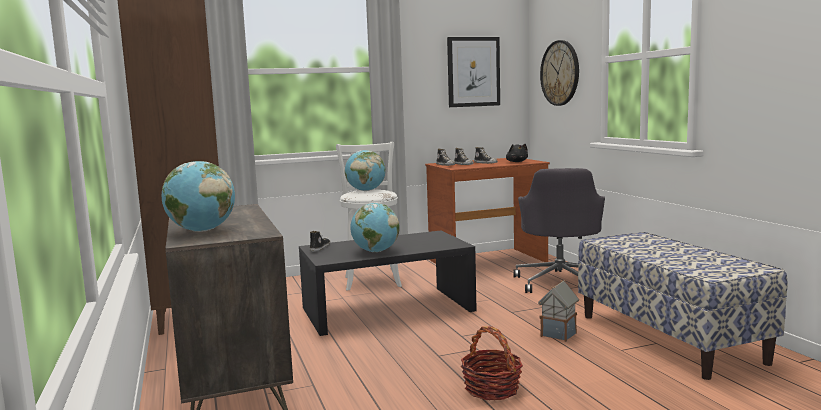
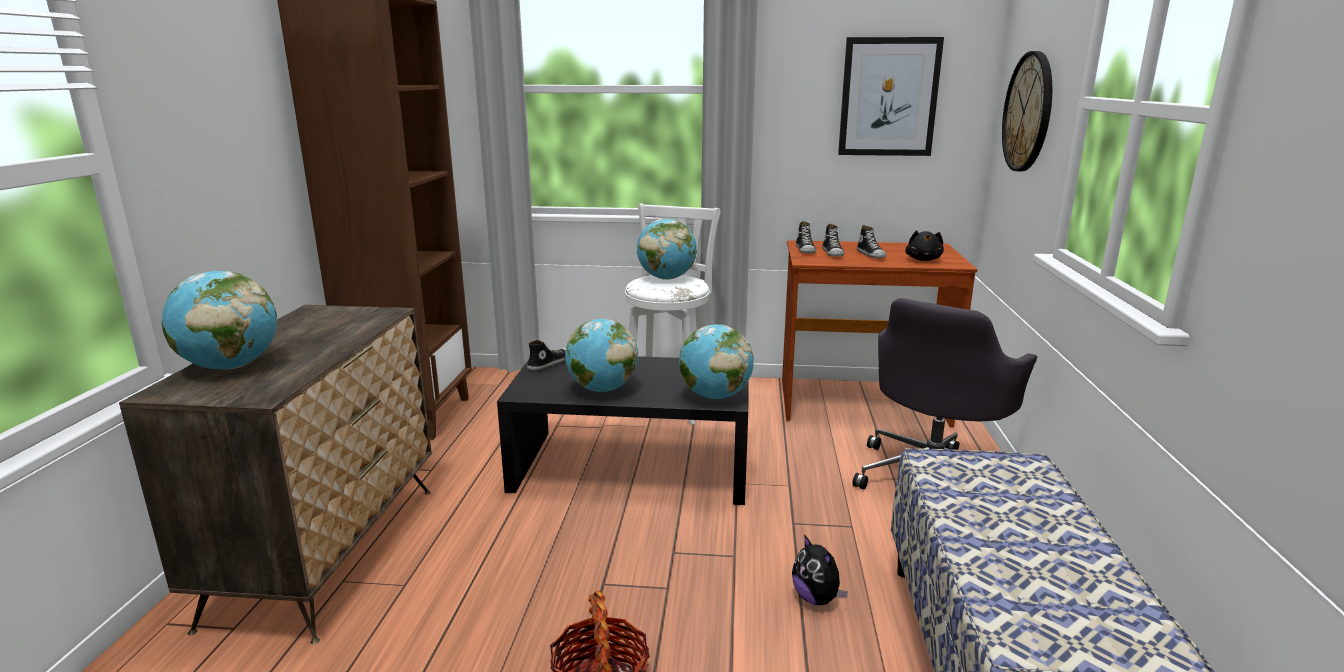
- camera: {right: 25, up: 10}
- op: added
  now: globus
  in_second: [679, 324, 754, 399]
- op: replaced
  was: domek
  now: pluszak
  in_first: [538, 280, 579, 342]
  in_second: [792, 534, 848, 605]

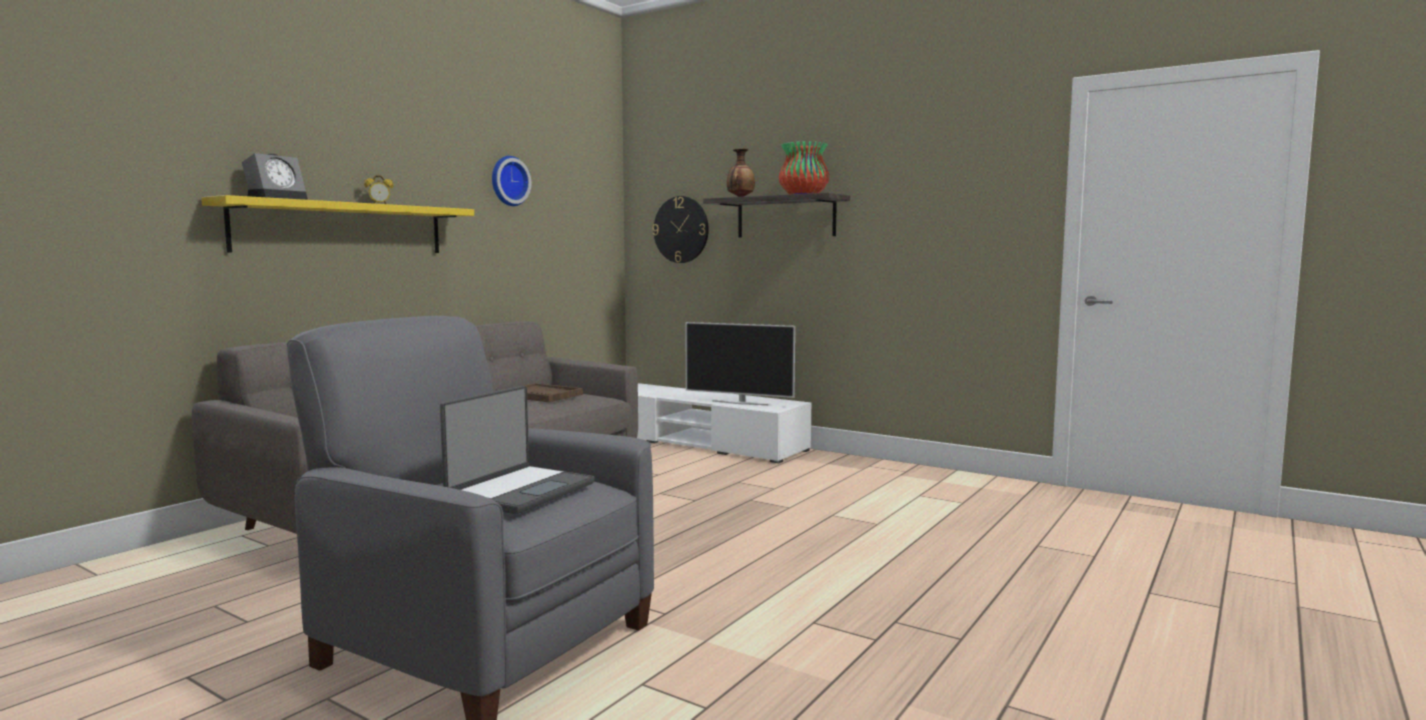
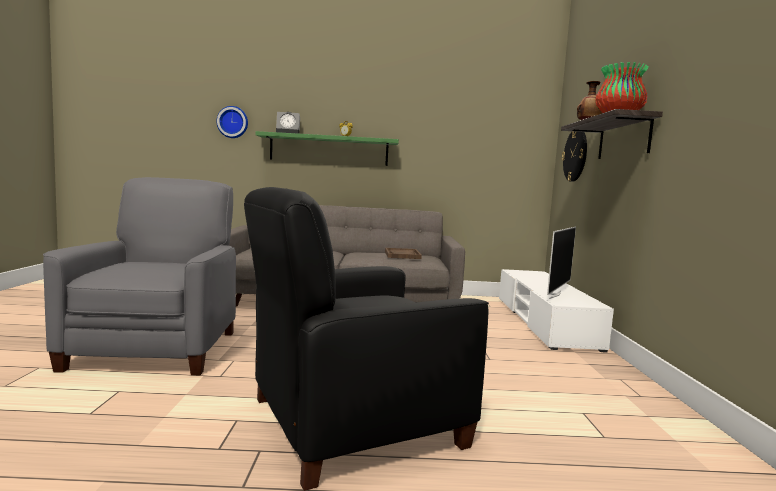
- camera: {right: 55, up: 0}
- op: removed
  was: laptop
  in_first: [440, 386, 595, 514]
- op: added
  now: fotel [czarny]
  in_second: [244, 187, 489, 491]
- op: moved
  was: zegar ścienny
  in_first: [492, 156, 531, 206]
  in_second: [216, 106, 248, 138]
- op: recoloured
  was: półka [żółty]
  now: półka [zielony]
  in_first: [201, 195, 474, 253]
  in_second: [255, 131, 399, 166]
- op: turned
  was: telewizor
  in_first: [685, 322, 795, 405]
  in_second: [547, 227, 576, 299]
  clockwise: -135

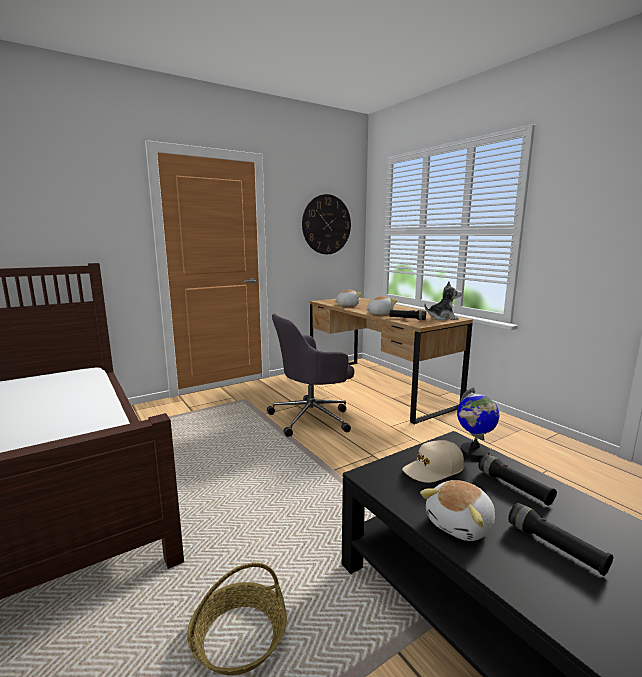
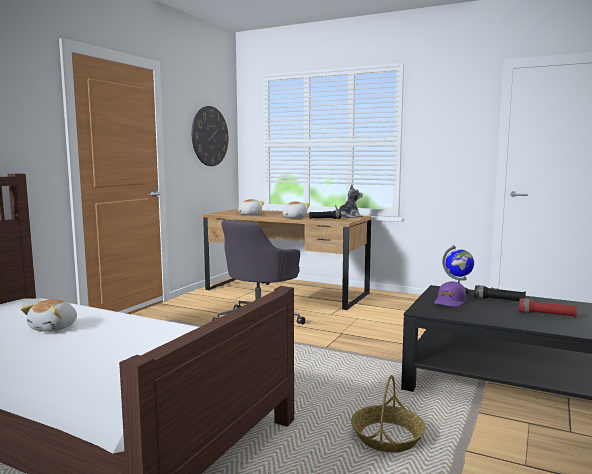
- camera: {right: -30, up: -5}
- op: moved
  was: pluszak
  in_first: [420, 480, 495, 541]
  in_second: [20, 299, 77, 332]
- op: recoloured
  was: czapka z daszkiem [beżowy]
  now: czapka z daszkiem [fioletowy]
  in_first: [402, 440, 464, 483]
  in_second: [434, 281, 466, 307]
- op: recoloured
  was: latarka [czarny]
  now: latarka [czerwony]
  in_first: [508, 503, 614, 576]
  in_second: [519, 298, 577, 317]

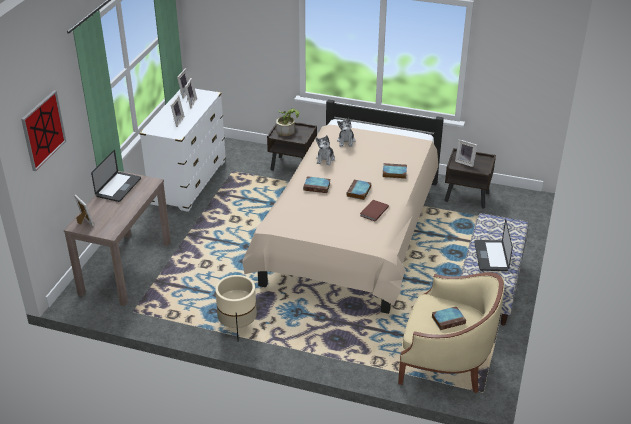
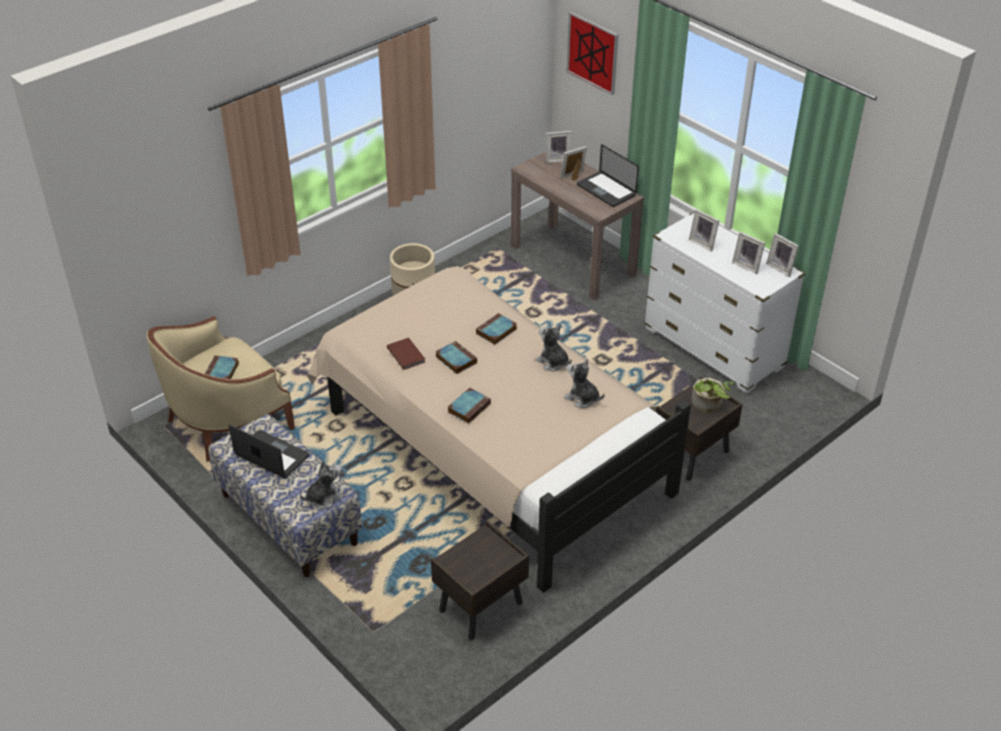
- camera: {right: 120, up: 5}
- op: added
  now: pluszak
  in_second: [300, 461, 344, 509]
- op: moved
  was: ramka na zdjęcie
  in_first: [455, 139, 477, 167]
  in_second: [560, 146, 587, 181]

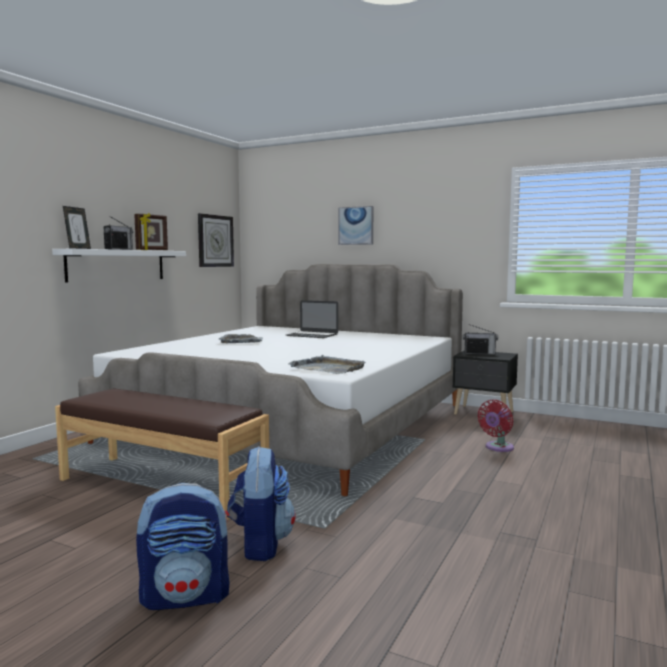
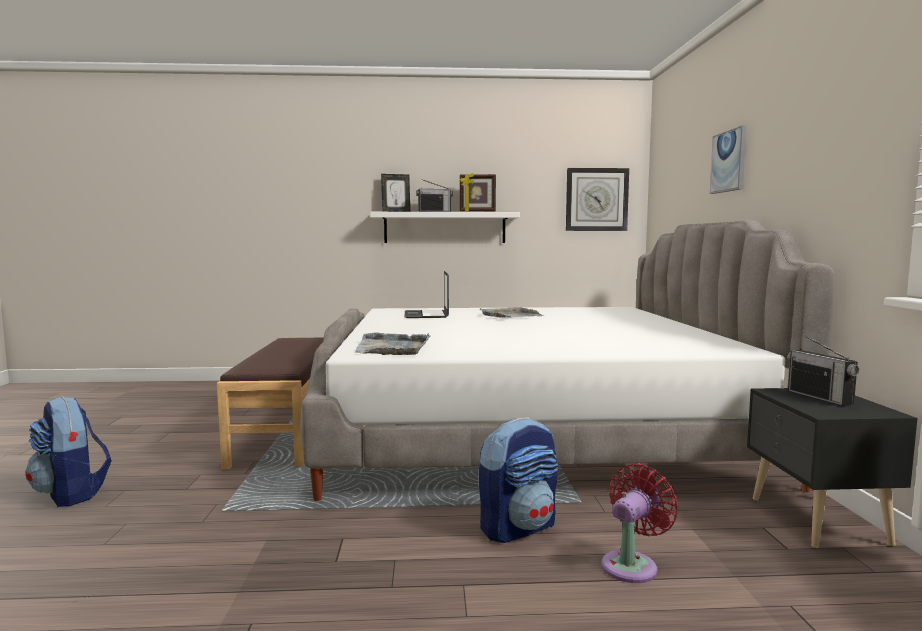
- camera: {right: 60, up: 0}
- op: moved
  was: plecak
  in_first: [227, 446, 296, 561]
  in_second: [479, 417, 558, 543]
- op: moved
  was: laptop
  in_first: [286, 300, 338, 338]
  in_second: [405, 271, 449, 318]
- op: turned
  was: wentylator [czerwony]
  in_first: [477, 400, 514, 452]
  in_second: [602, 464, 678, 583]
  clockwise: 120

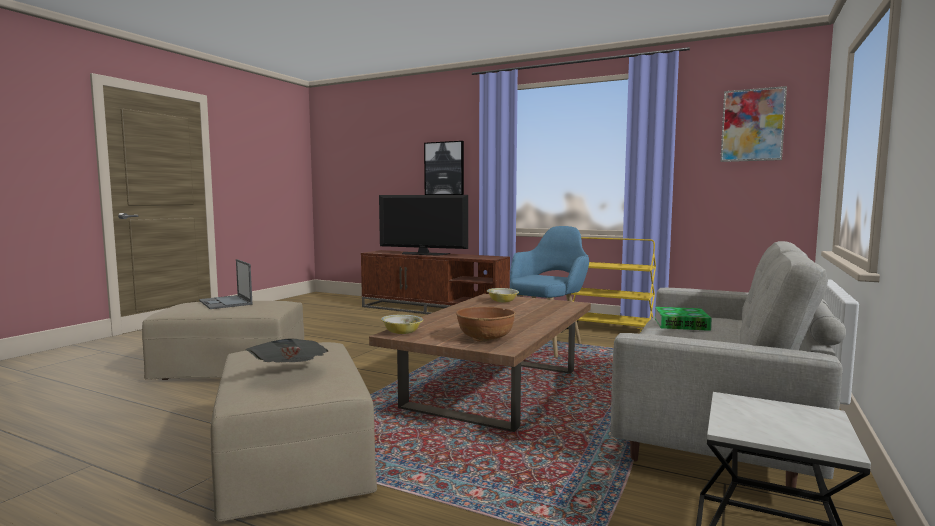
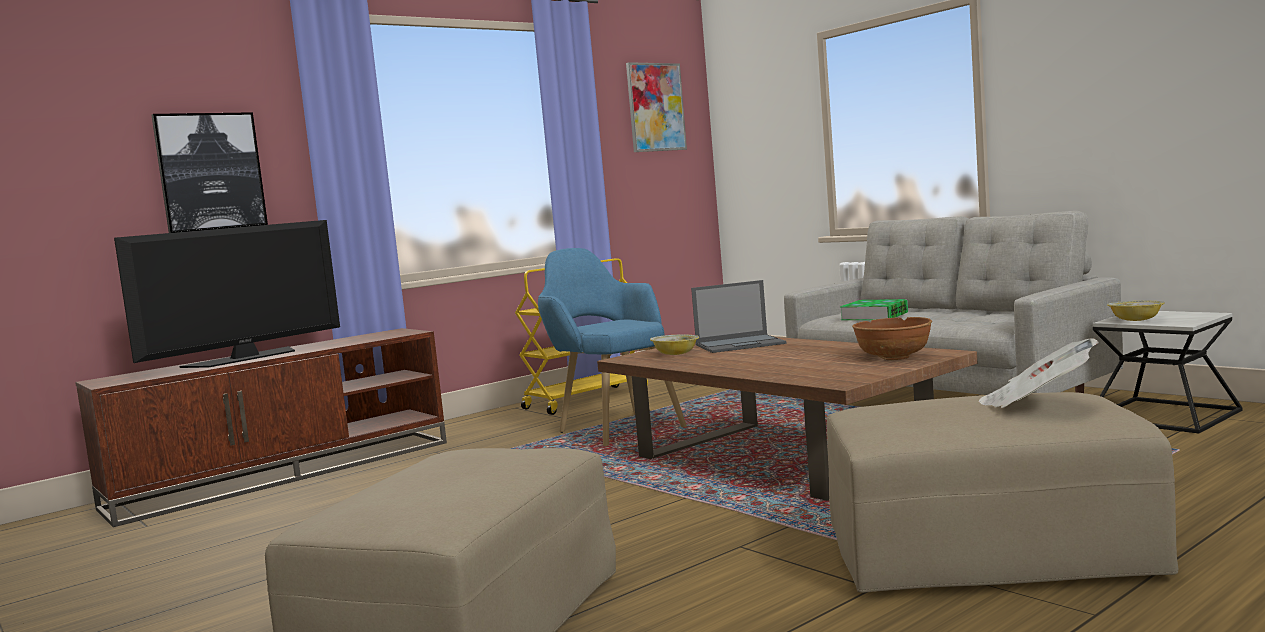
- camera: {right: -65, up: 0}
- op: moved
  was: laptop
  in_first: [199, 259, 252, 309]
  in_second: [691, 280, 786, 353]
- op: moved
  was: miska
  in_first: [381, 315, 423, 334]
  in_second: [1107, 301, 1165, 321]

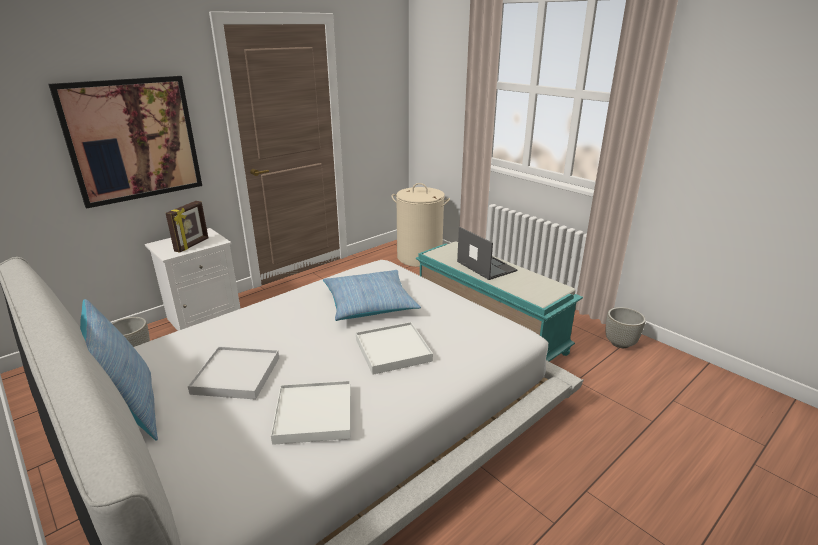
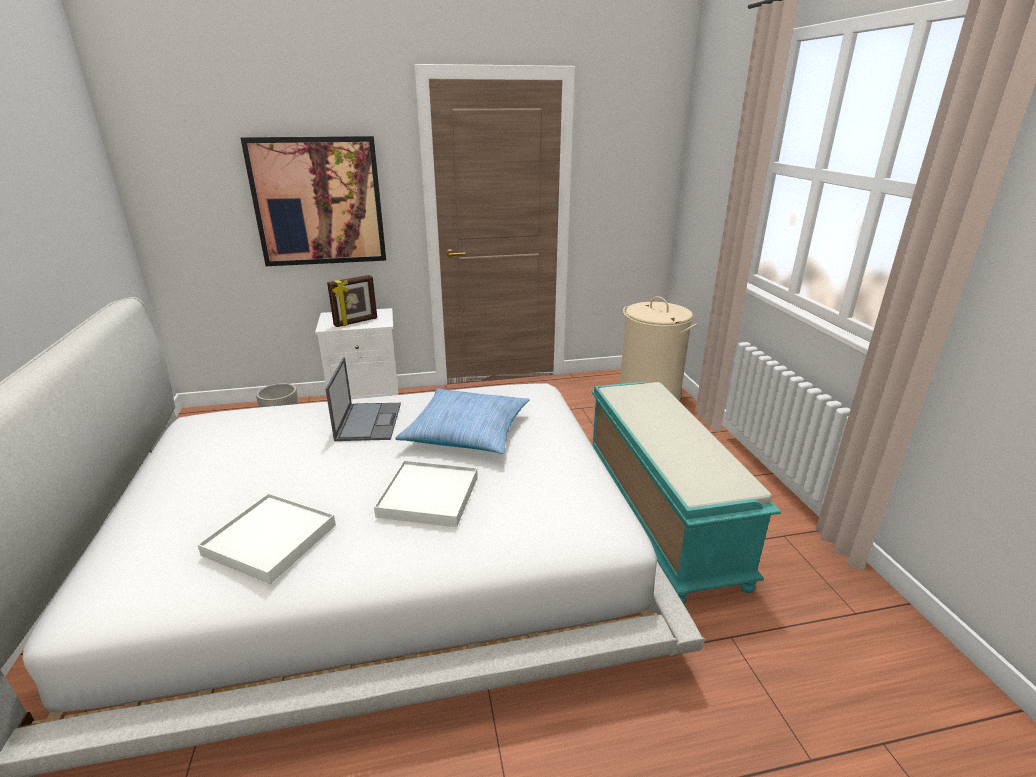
- camera: {right: 30, up: 0}
- op: removed
  was: poduszka
  in_first: [80, 299, 158, 441]
- op: removed
  was: taca [biały]
  in_first: [188, 346, 279, 400]
- op: removed
  was: donica [szary]
  in_first: [606, 307, 646, 348]
- op: moved
  was: laptop
  in_first: [457, 227, 517, 280]
  in_second: [325, 357, 401, 441]

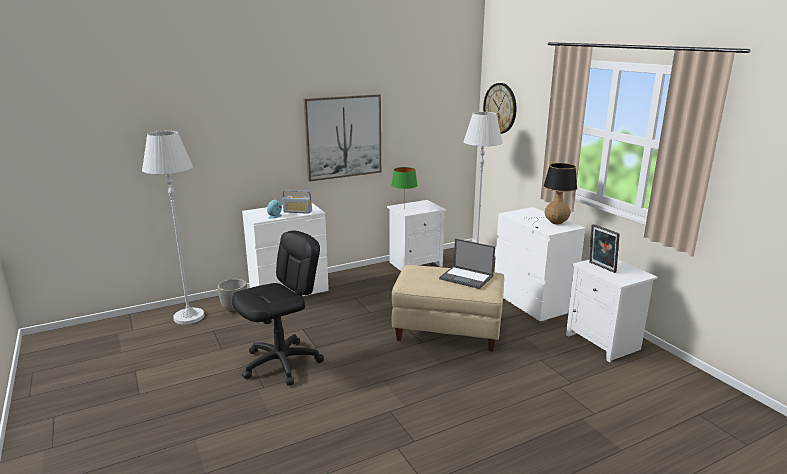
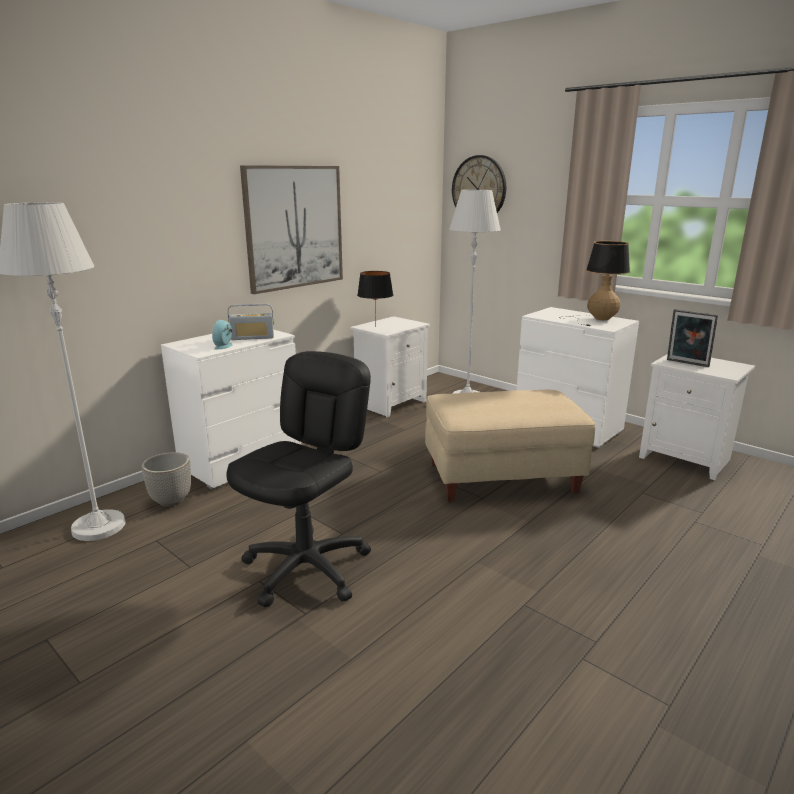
- camera: {right: -20, up: 0}
- op: removed
  was: laptop
  in_first: [439, 239, 495, 289]
- op: recoloured
  was: lampa stołowa [zielony]
  now: lampa stołowa [czarny]
  in_first: [391, 167, 418, 206]
  in_second: [357, 271, 393, 324]

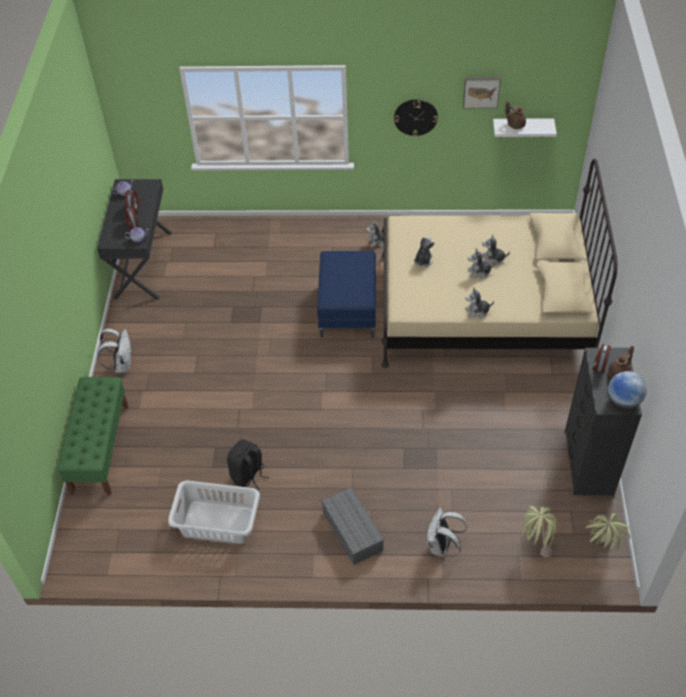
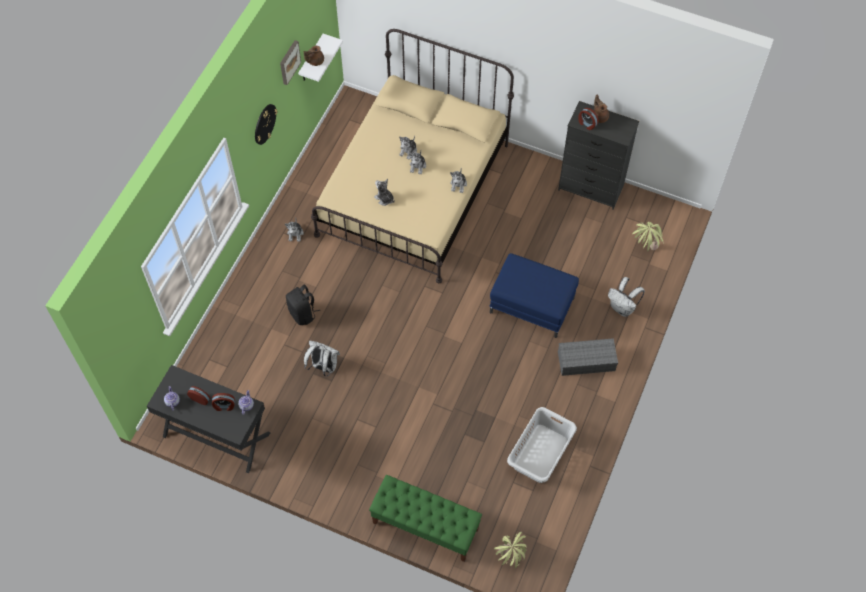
- camera: {right: -70, up: 10}
- op: removed
  was: globus
  in_first: [608, 371, 647, 408]
- op: moved
  was: plecak [biały]
  in_first: [97, 328, 132, 373]
  in_second: [304, 340, 340, 376]
- op: moved
  was: plecak [czarny]
  in_first: [227, 439, 269, 490]
  in_second: [286, 285, 320, 325]
- op: moved
  was: pufa [niebieski]
  in_first: [317, 251, 376, 338]
  in_second: [490, 253, 579, 338]
- op: moved
  was: roślina doniczkowa
  in_first: [586, 513, 632, 552]
  in_second: [494, 532, 527, 568]

